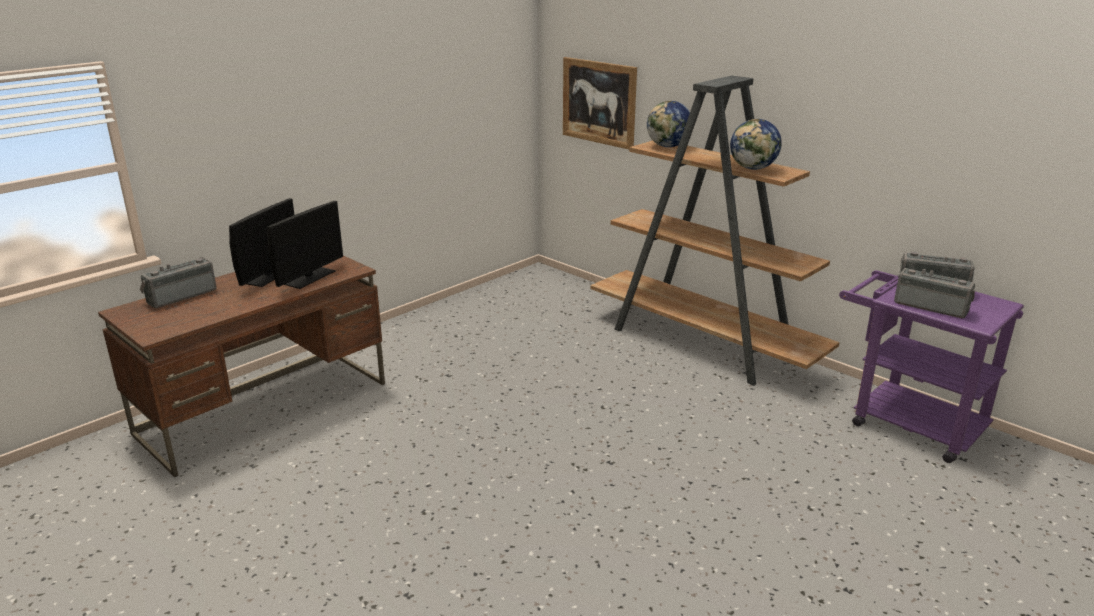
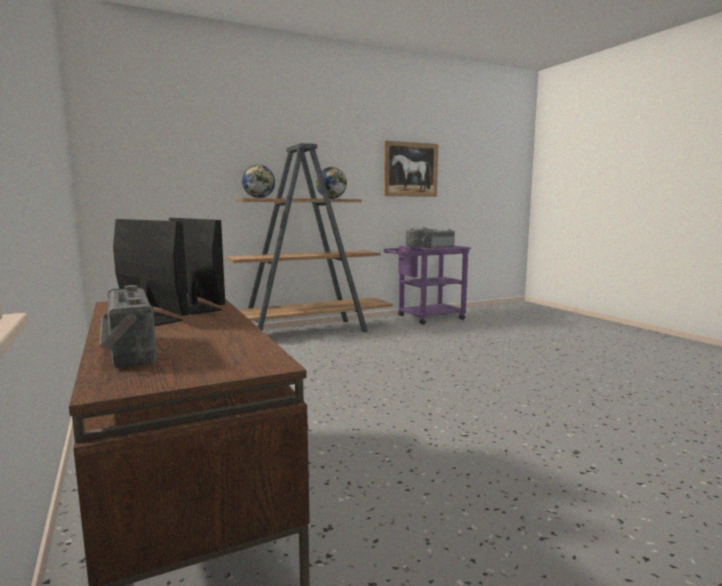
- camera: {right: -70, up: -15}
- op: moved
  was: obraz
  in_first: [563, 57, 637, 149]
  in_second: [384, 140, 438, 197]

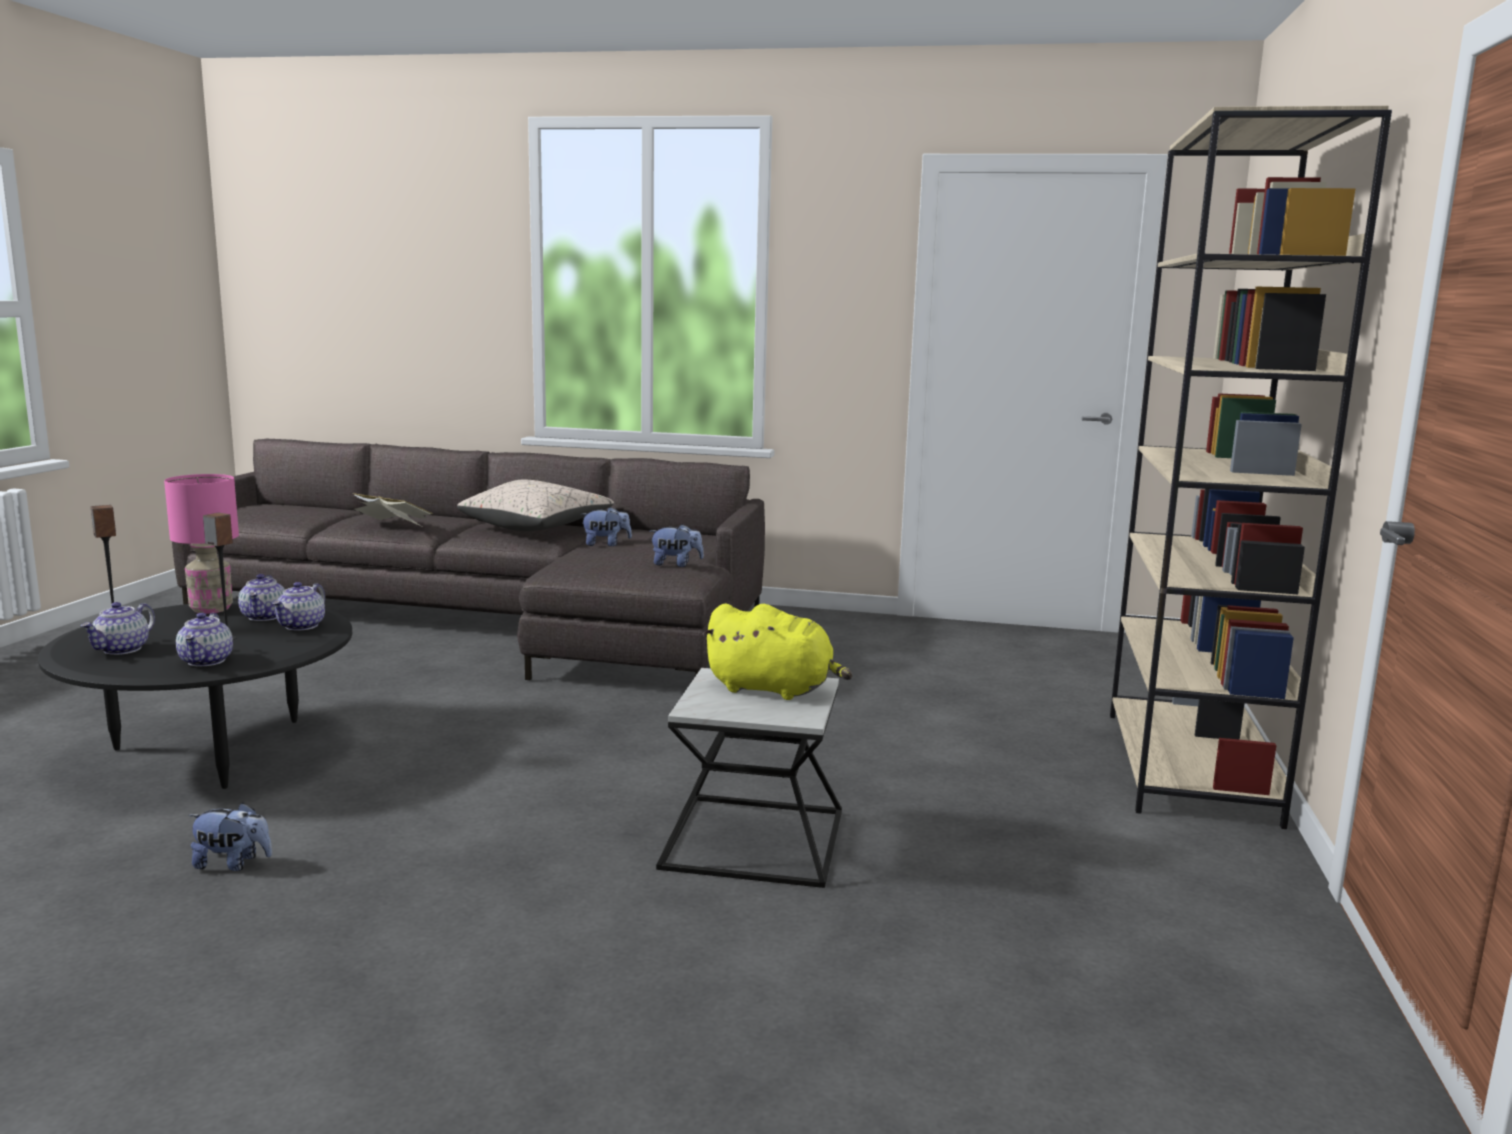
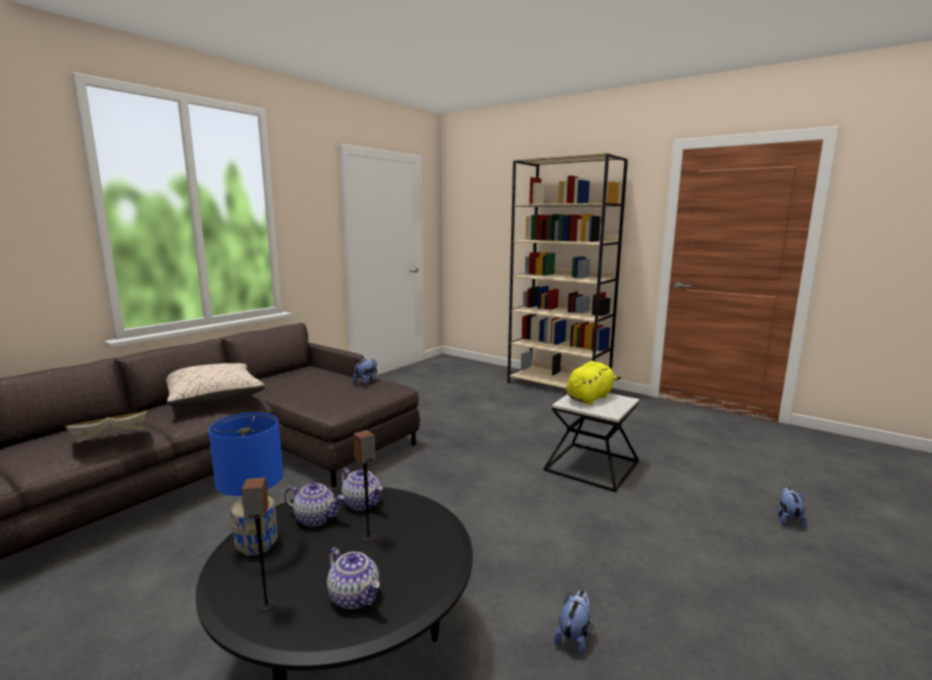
- camera: {right: -65, up: 0}
- op: removed
  was: imbryk
  in_first: [176, 613, 233, 666]
- op: moved
  was: pluszak
  in_first: [580, 507, 632, 546]
  in_second: [777, 487, 807, 529]
- op: recoloured
  was: lampa stołowa [różowy]
  now: lampa stołowa [niebieski]
  in_first: [164, 474, 239, 614]
  in_second: [209, 412, 283, 556]

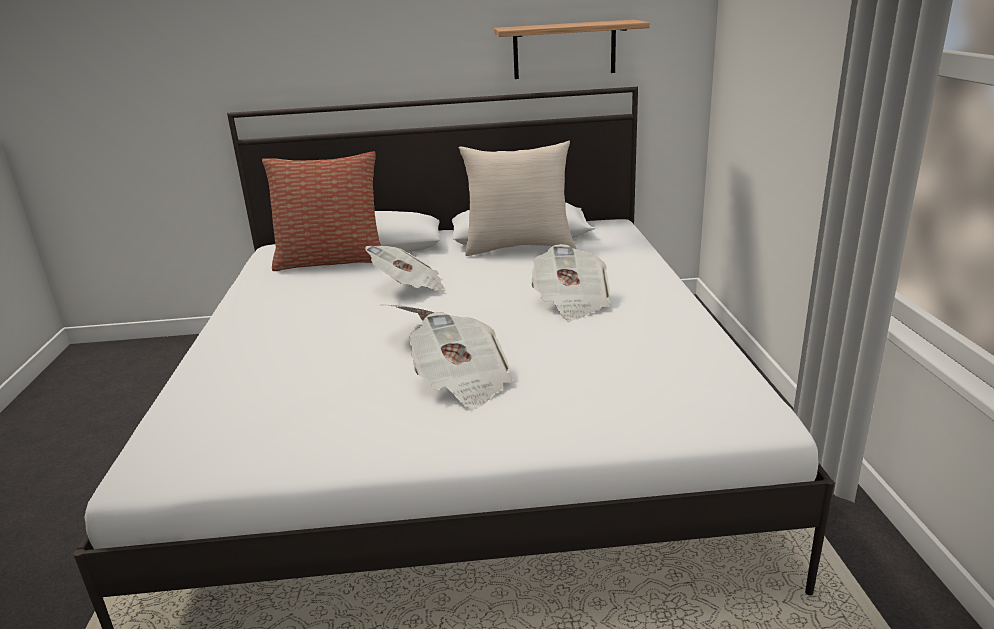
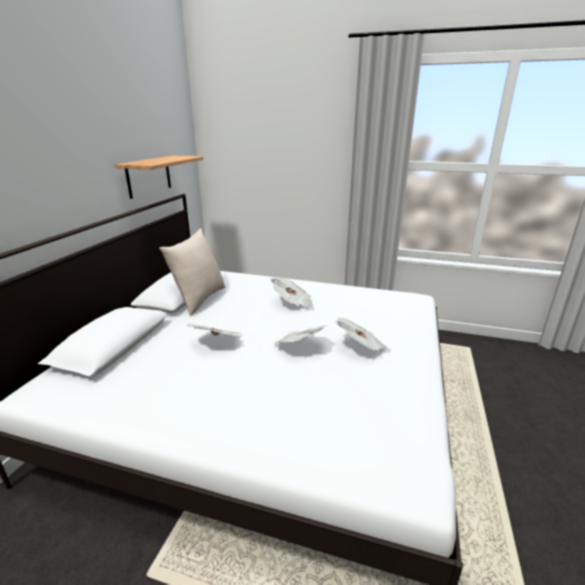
- camera: {right: -70, up: 0}
- op: removed
  was: poduszka
  in_first: [262, 152, 381, 271]

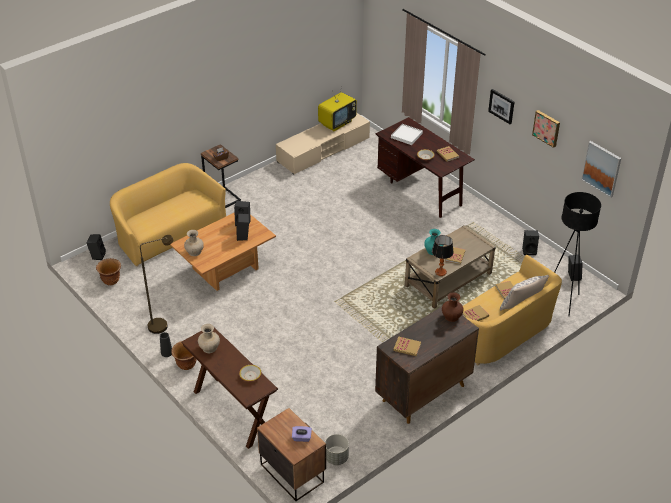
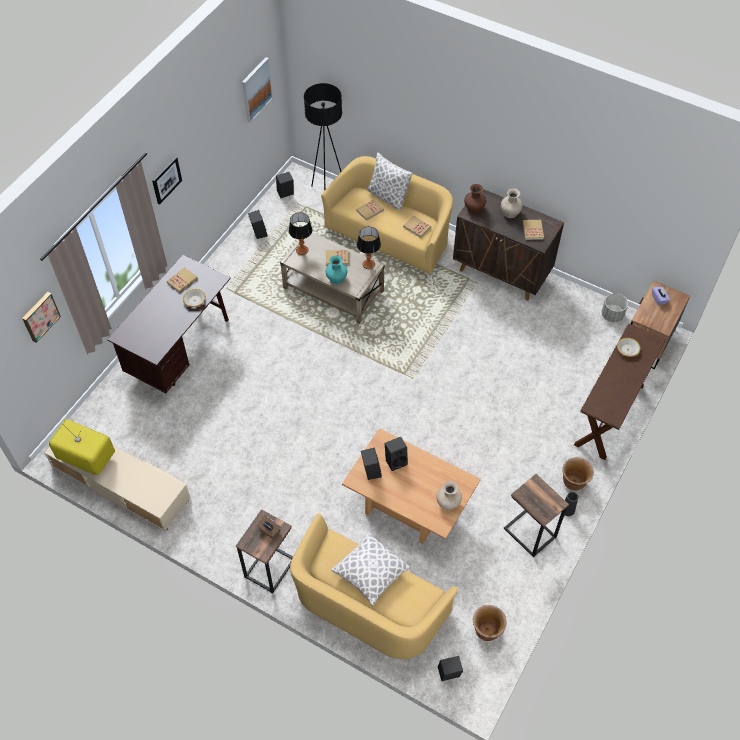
- camera: {right: -110, up: 15}
- op: removed
  was: taca [biały]
  in_first: [391, 124, 423, 145]
- op: added
  now: lampa stołowa
  in_second: [289, 212, 313, 255]
- op: added
  now: poduszka
  in_second: [331, 532, 410, 606]
- op: moved
  was: wazon [beżowy]
  in_first: [198, 324, 220, 353]
  in_second: [501, 188, 523, 218]
- op: moved
  was: obraz
  in_first: [532, 110, 560, 148]
  in_second: [22, 292, 61, 343]
- op: replaced
  was: lampa stojąca [brązowy]
  now: stolik
  in_first: [140, 235, 173, 334]
  in_second: [504, 474, 569, 558]

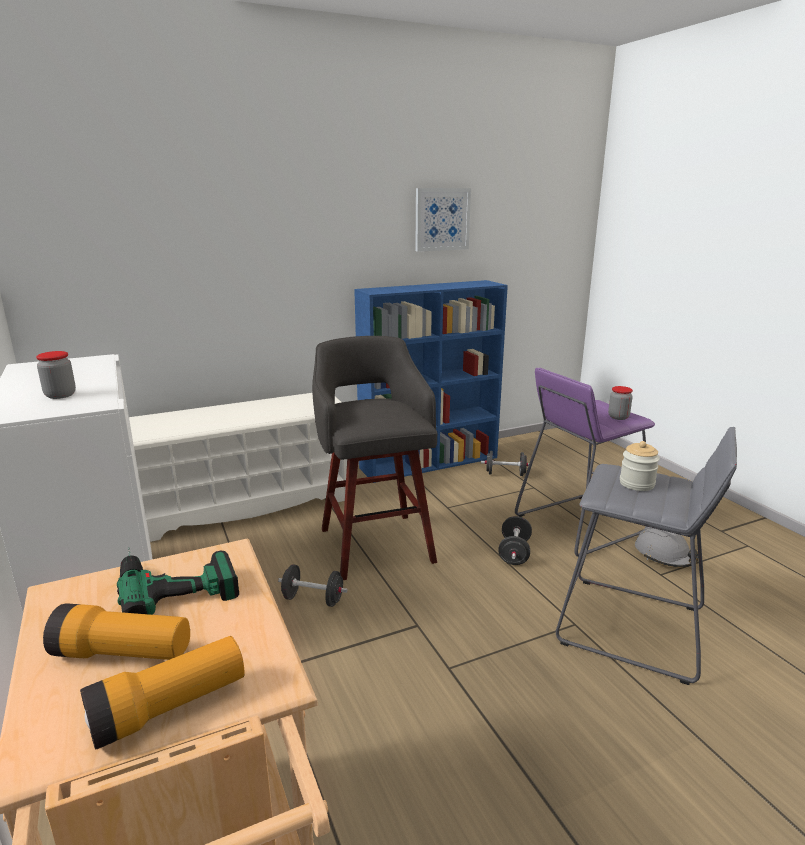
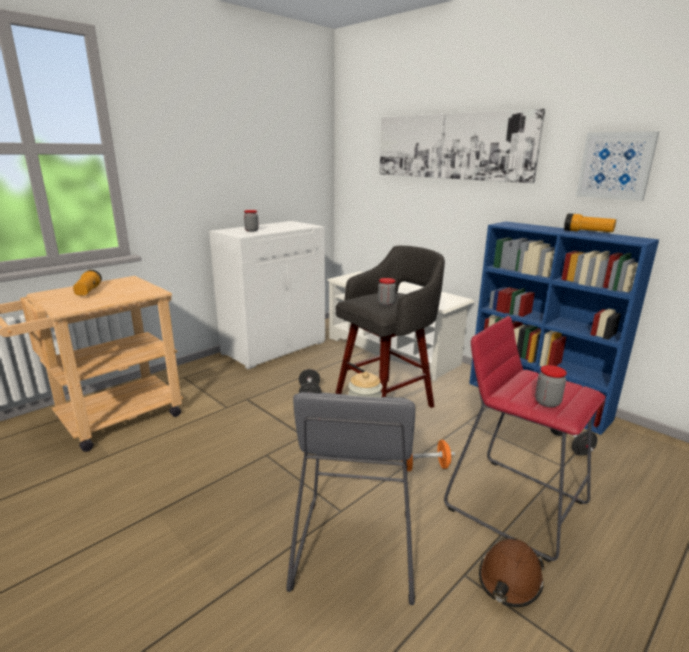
- camera: {right: 70, up: 0}
- op: removed
  was: wiertarka
  in_first: [117, 547, 239, 615]
- op: added
  now: słoik
  in_second: [378, 278, 396, 306]
- op: added
  now: obraz
  in_second: [379, 109, 545, 183]
- op: moved
  was: latarka
  in_first: [80, 636, 245, 750]
  in_second: [564, 213, 616, 232]
- op: recoloured
  was: hantel [czarny]
  now: hantel [pomarańczowy]
  in_first: [498, 516, 532, 565]
  in_second: [401, 440, 455, 471]
- op: recoloured
  was: stołek [fioletowy]
  now: stołek [czerwony]
  in_first: [515, 368, 655, 557]
  in_second: [444, 316, 606, 562]
- op: recoloured
  was: kask [szary]
  now: kask [brązowy]
  in_first: [635, 527, 698, 567]
  in_second: [479, 539, 545, 607]

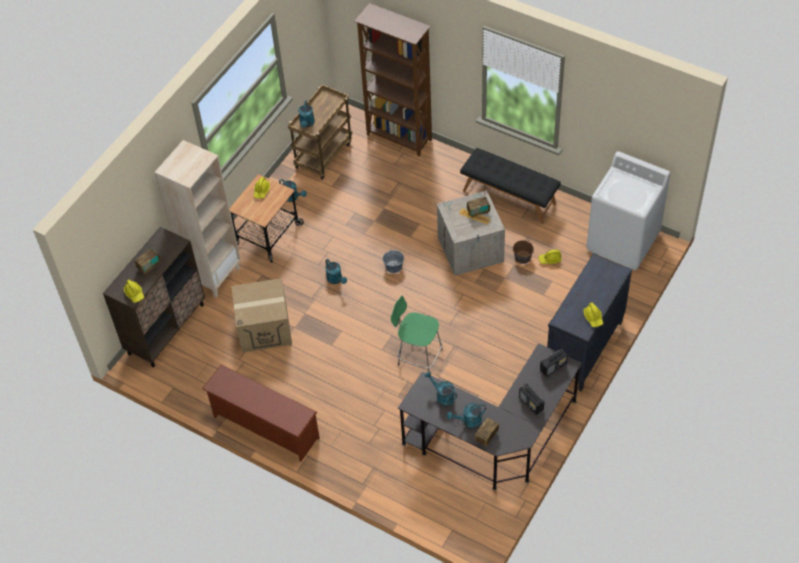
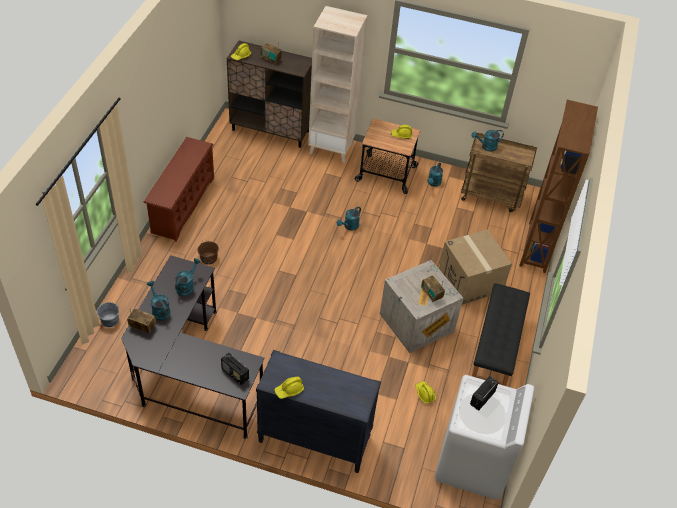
- camera: {right: 70, up: -5}
- op: removed
  was: stołek [zielony]
  in_first: [391, 296, 443, 372]
- op: moved
  was: karton
  in_first: [231, 278, 292, 353]
  in_second: [439, 229, 512, 305]
- op: moved
  was: wiadro [szary]
  in_first: [383, 250, 404, 273]
  in_second: [97, 302, 119, 327]
- op: moved
  was: wiadro [brązowy]
  in_first: [513, 240, 534, 264]
  in_second: [198, 240, 219, 264]
- op: moved
  was: radio
  in_first: [519, 384, 544, 415]
  in_second: [470, 376, 499, 410]

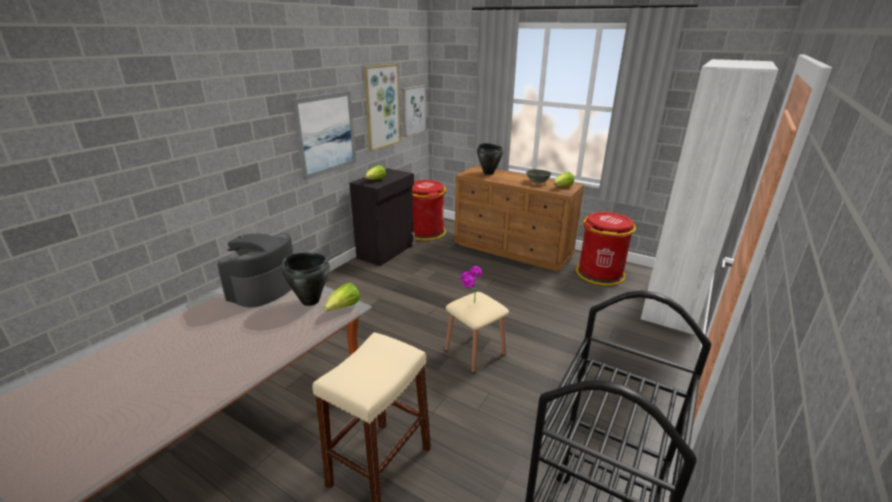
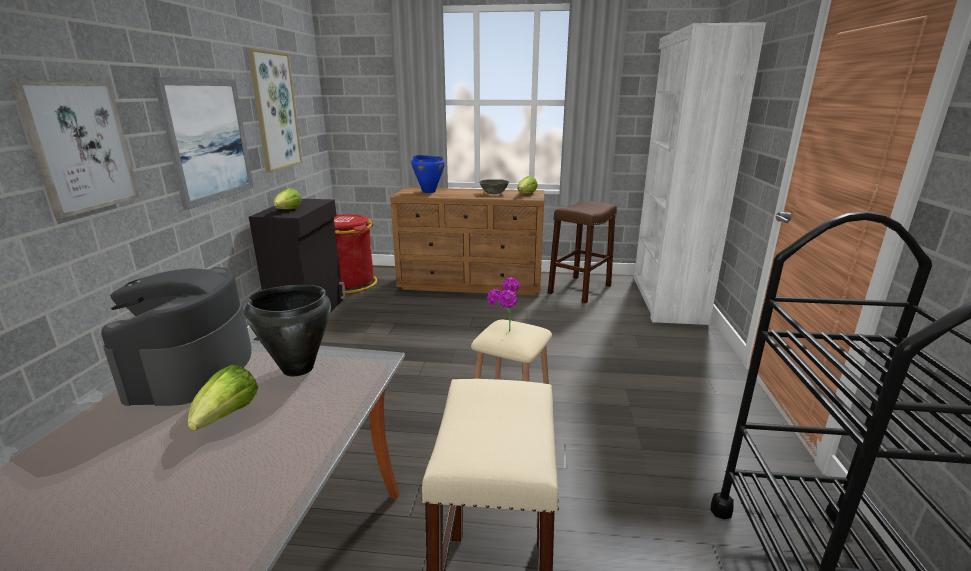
- camera: {right: -25, up: -5}
- op: moved
  was: sałata
  in_first: [324, 283, 360, 311]
  in_second: [188, 365, 258, 430]
- op: moved
  was: obraz
  in_first: [402, 85, 427, 137]
  in_second: [10, 80, 140, 218]
- op: replaced
  was: kosz na śmieci [czerwony]
  now: stołek [brązowy]
  in_first: [576, 212, 636, 286]
  in_second: [548, 201, 617, 303]
- op: recoloured
  was: garnek [czarny]
  now: garnek [niebieski]
  in_first: [477, 143, 503, 175]
  in_second: [411, 155, 445, 193]

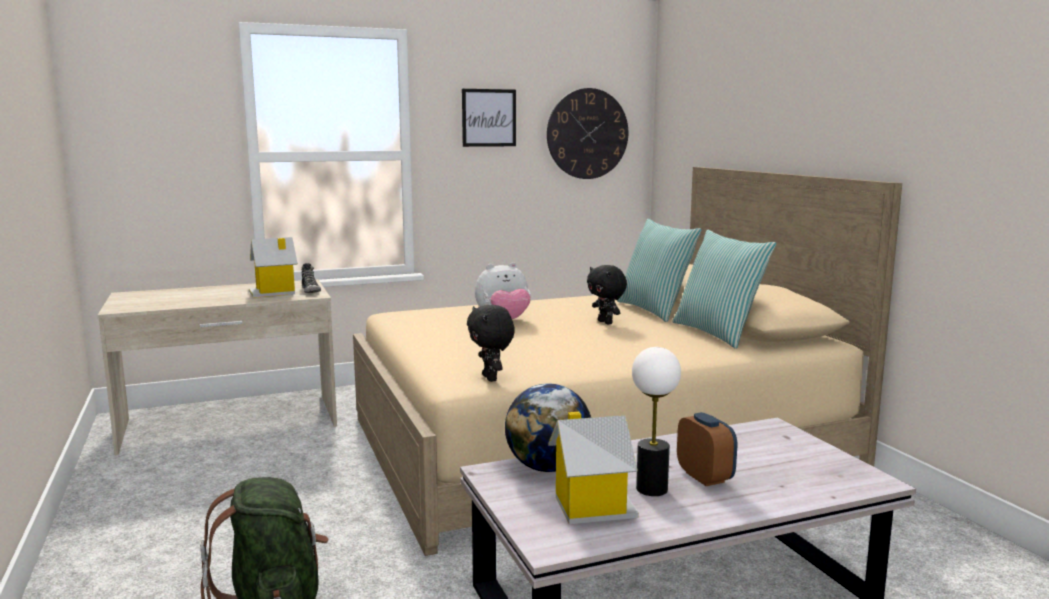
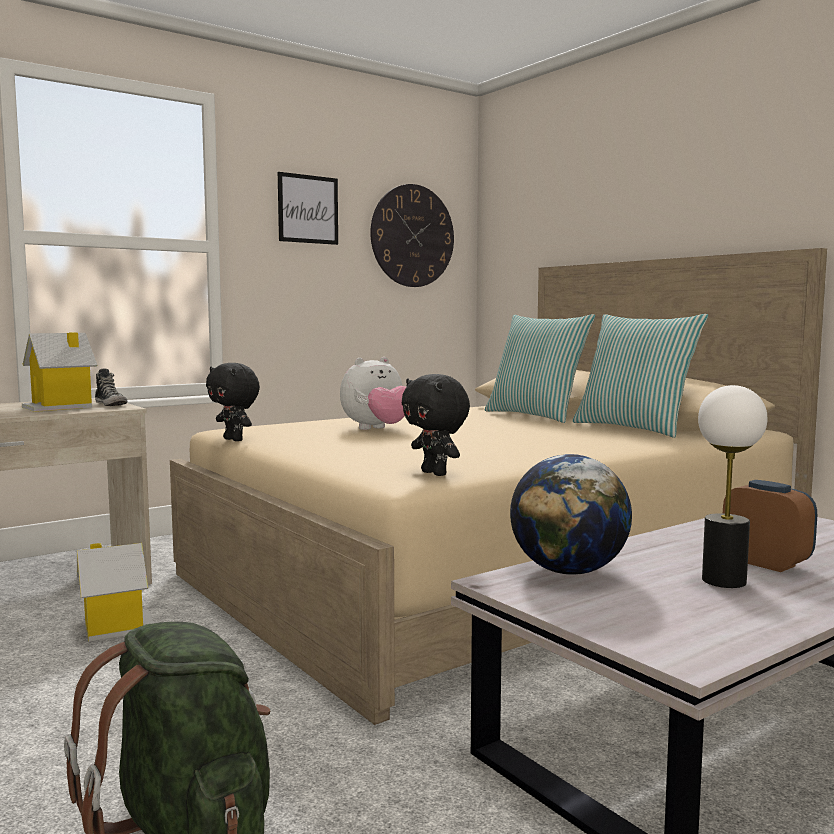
- camera: {right: -15, up: -5}
- op: moved
  was: domek
  in_first: [548, 412, 639, 524]
  in_second: [77, 543, 154, 642]
- op: moved
  was: pluszak [czarny]
  in_first: [587, 265, 627, 324]
  in_second: [206, 363, 260, 441]

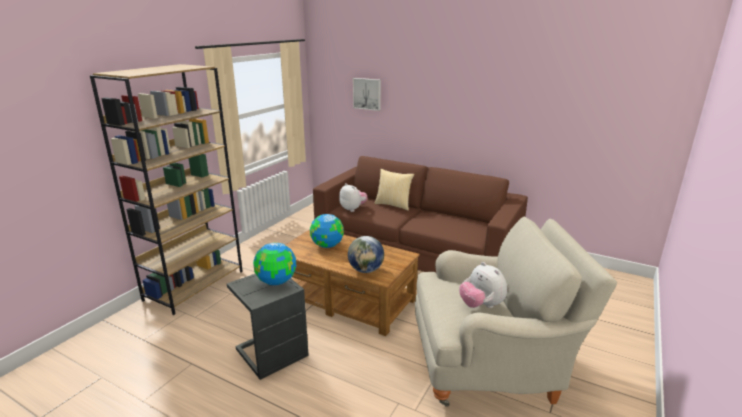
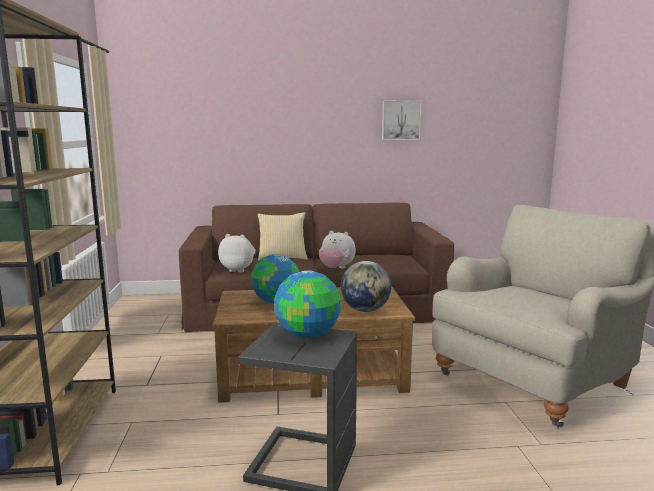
- camera: {right: -35, up: -10}
- op: moved
  was: obraz
  in_first: [353, 78, 381, 111]
  in_second: [382, 101, 422, 140]
- op: moved
  was: pluszak
  in_first: [459, 262, 507, 308]
  in_second: [319, 231, 356, 269]

